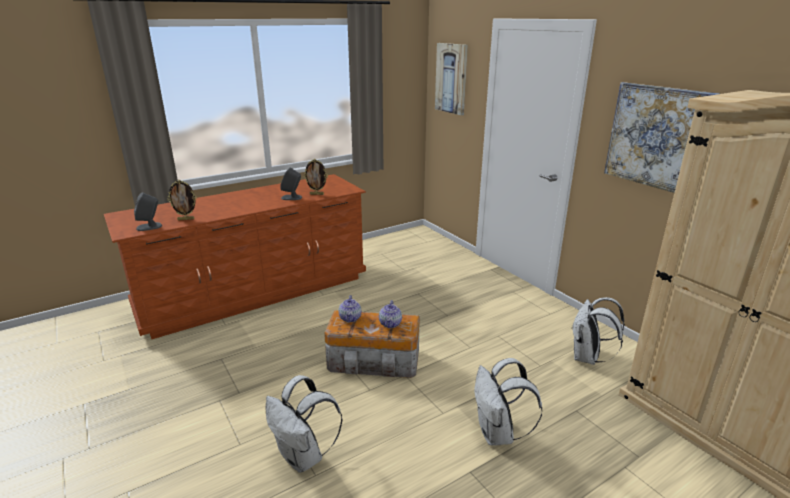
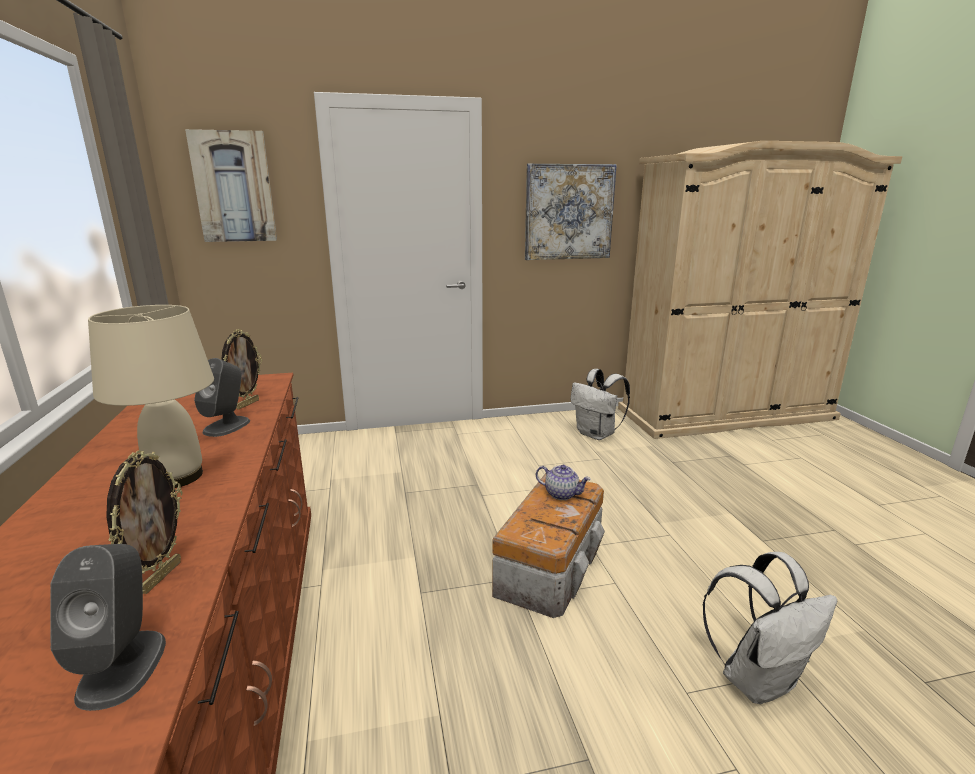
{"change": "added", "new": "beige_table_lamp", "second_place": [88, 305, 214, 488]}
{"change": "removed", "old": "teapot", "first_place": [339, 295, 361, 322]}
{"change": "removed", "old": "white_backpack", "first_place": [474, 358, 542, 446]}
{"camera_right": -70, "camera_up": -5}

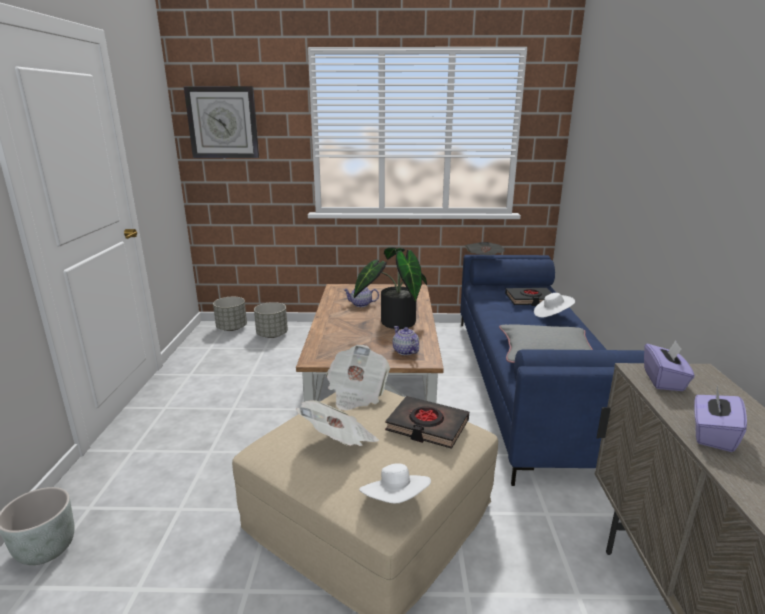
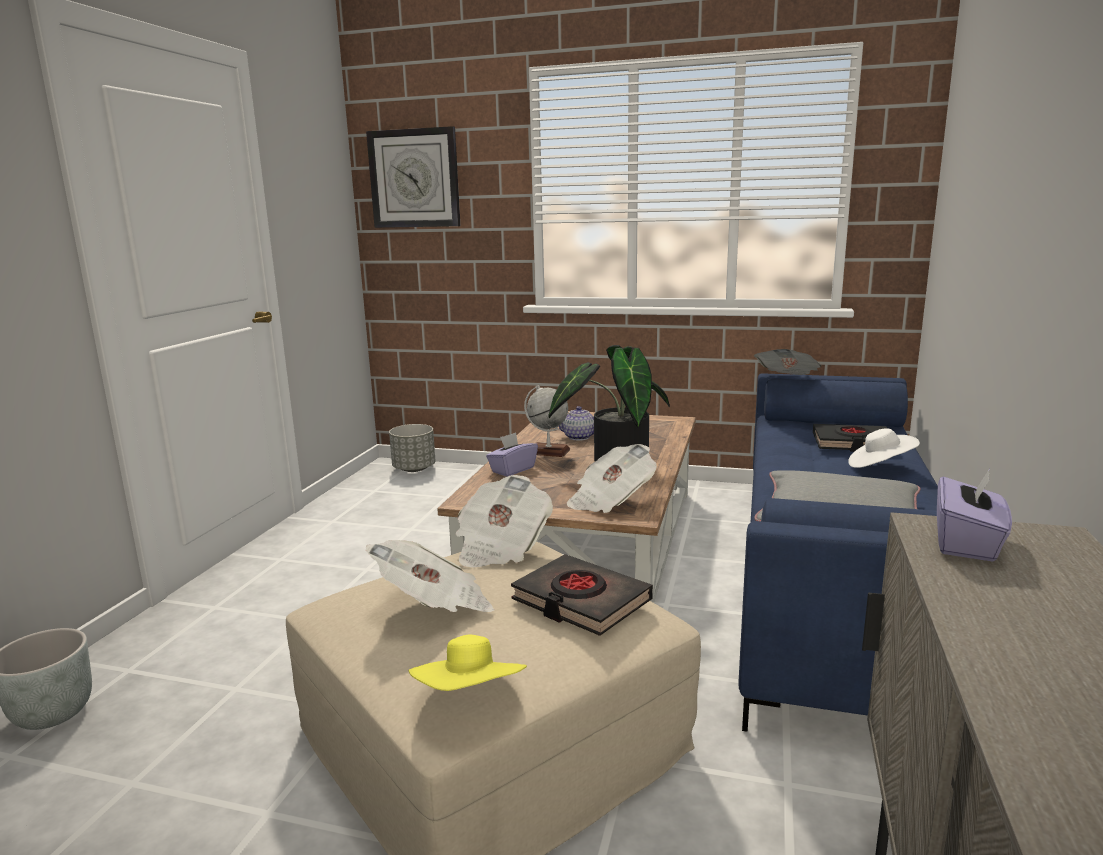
{"change": "recoloured", "old": "white_hat", "new": "yellow_hat", "first_place": [359, 463, 431, 503], "second_place": [409, 635, 527, 691]}
{"change": "moved", "old": "purple_tissue_box", "first_place": [694, 386, 747, 452], "second_place": [486, 432, 538, 477]}
{"change": "added", "new": "globe", "second_place": [524, 385, 570, 457]}
{"change": "replaced", "old": "teapot", "new": "newspaper", "first_place": [393, 326, 419, 355], "second_place": [567, 444, 657, 513]}
{"change": "removed", "old": "grey_planter", "first_place": [254, 302, 288, 338]}
{"camera_right": 15, "camera_up": -5}

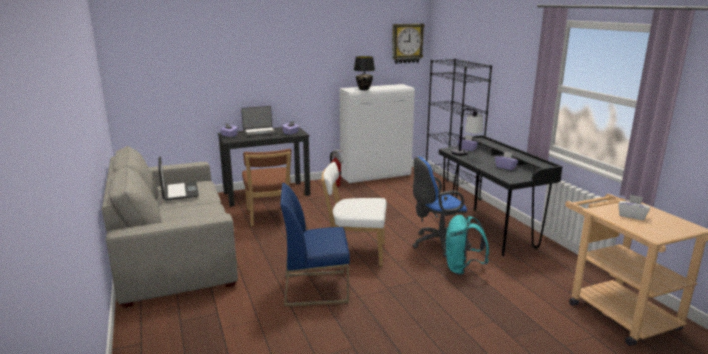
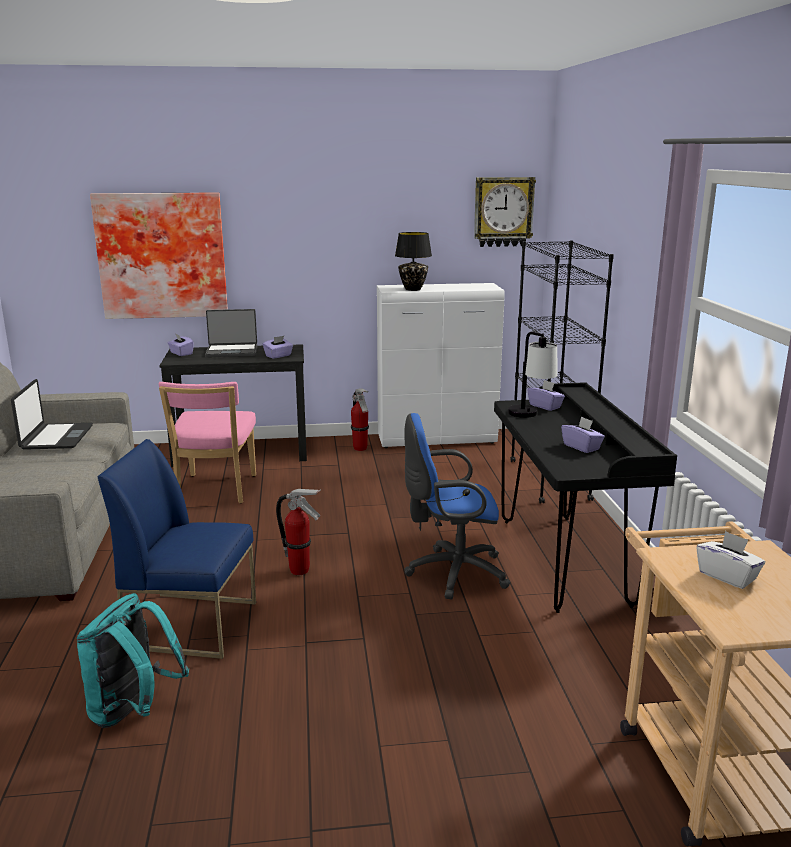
{"change": "moved", "old": "turquoise_backpack", "first_place": [445, 215, 489, 275], "second_place": [77, 593, 189, 728]}
{"change": "added", "new": "picture", "second_place": [90, 192, 228, 319]}
{"change": "recoloured", "old": "brown_chair", "new": "pink_chair", "first_place": [242, 149, 291, 226], "second_place": [159, 382, 256, 504]}
{"change": "replaced", "old": "white_chair", "new": "fire_extinguisher", "first_place": [321, 162, 387, 266], "second_place": [276, 489, 321, 575]}
{"camera_right": 15, "camera_up": 0}

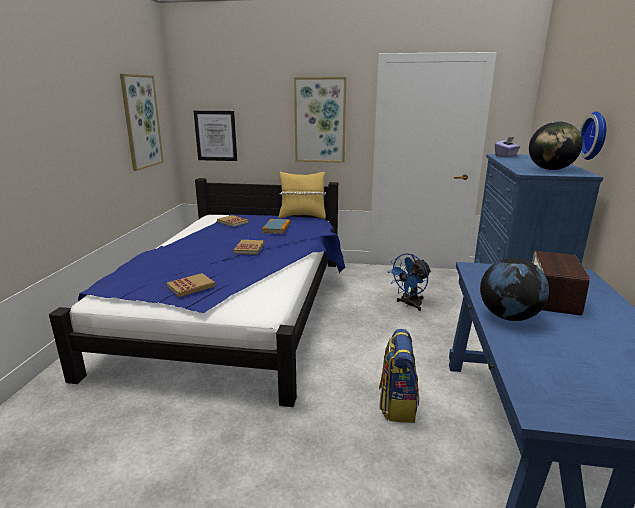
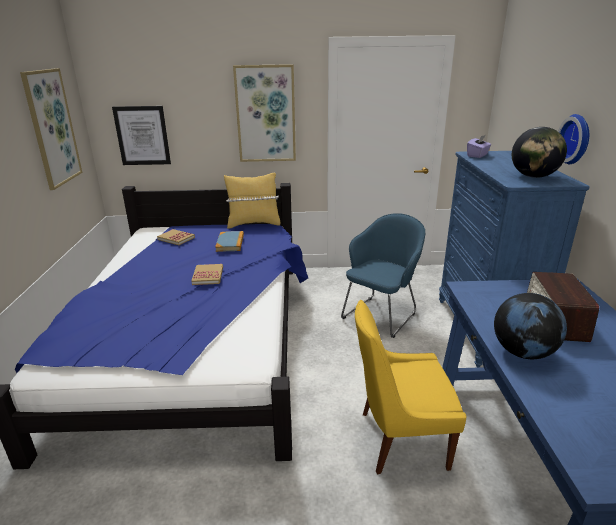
{"change": "replaced", "old": "blue_fan", "new": "blue_armchair", "first_place": [388, 253, 431, 311], "second_place": [341, 213, 425, 338]}
{"change": "replaced", "old": "backpack", "new": "yellow_chair", "first_place": [379, 329, 419, 423], "second_place": [355, 300, 466, 474]}
{"change": "removed", "old": "book", "first_place": [167, 273, 215, 297]}
{"camera_right": -10, "camera_up": 5}

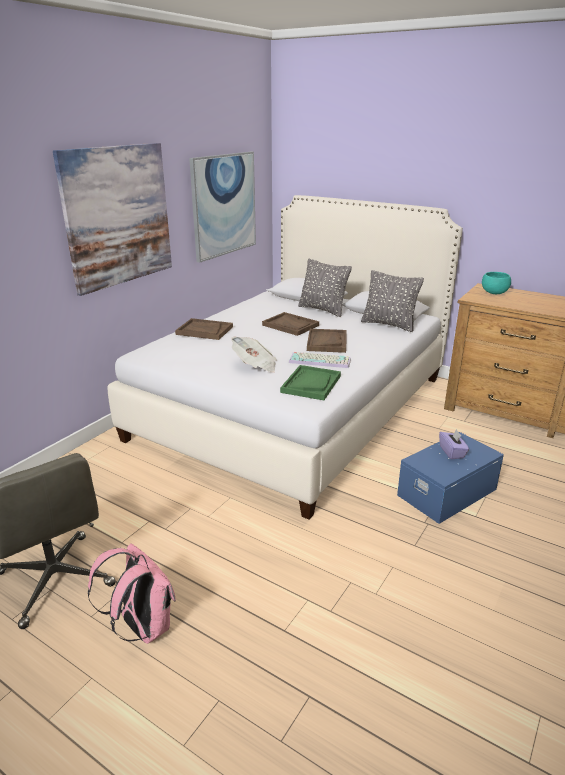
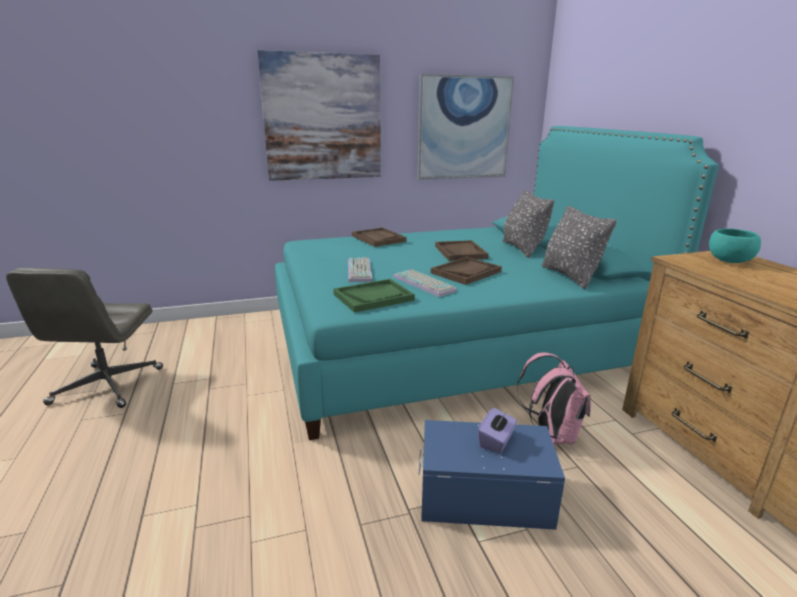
{"change": "recoloured", "old": "white_bed", "new": "turquoise_bed", "first_place": [108, 195, 463, 519], "second_place": [275, 126, 719, 440]}
{"change": "replaced", "old": "newspaper", "new": "keyboard", "first_place": [231, 336, 277, 372], "second_place": [348, 257, 373, 282]}
{"change": "moved", "old": "pink_backpack", "first_place": [88, 543, 176, 644], "second_place": [517, 352, 591, 445]}
{"camera_right": 40, "camera_up": -5}

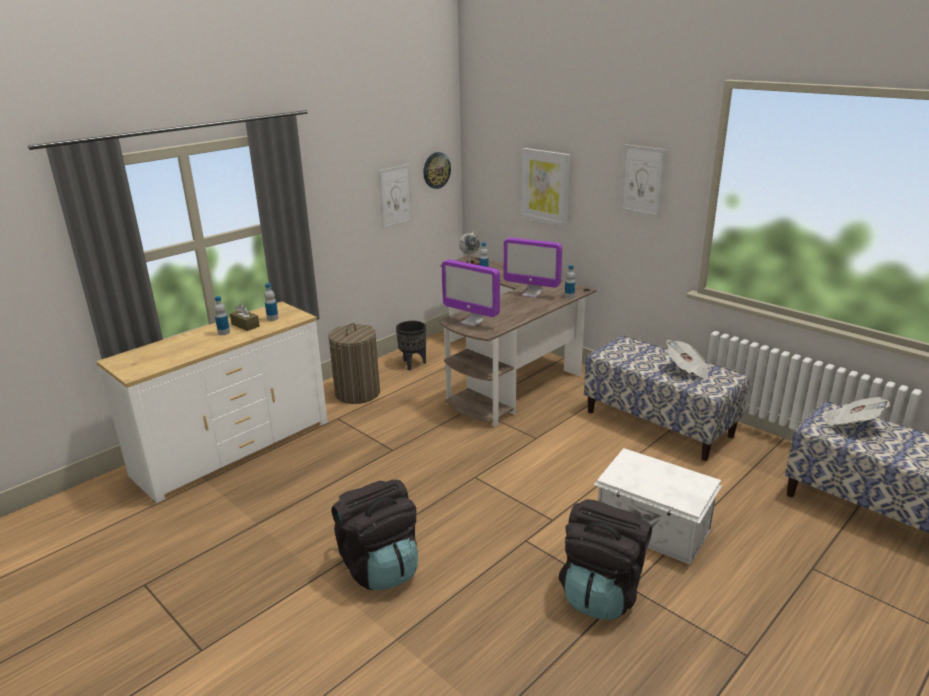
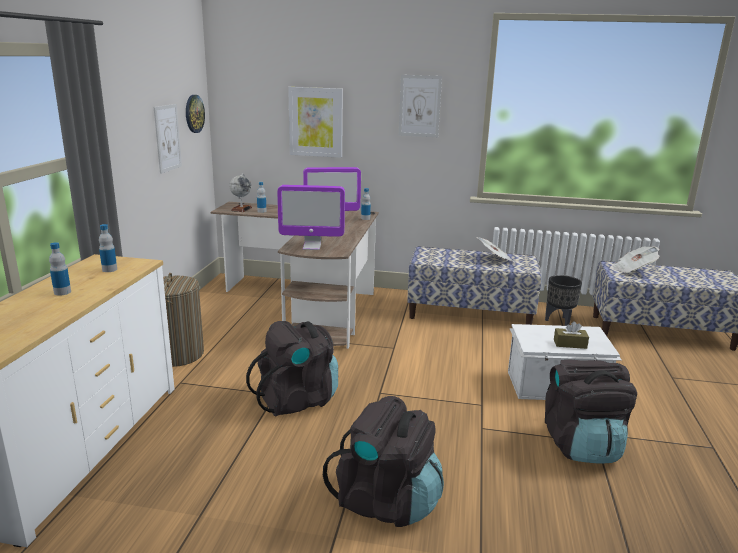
{"change": "added", "new": "black_backpack", "second_place": [246, 321, 338, 416]}
{"change": "moved", "old": "black_planter", "first_place": [396, 321, 426, 370], "second_place": [545, 275, 582, 326]}
{"change": "moved", "old": "brown_tissue_box", "first_place": [230, 304, 260, 331], "second_place": [554, 321, 589, 349]}
{"camera_right": -35, "camera_up": -5}

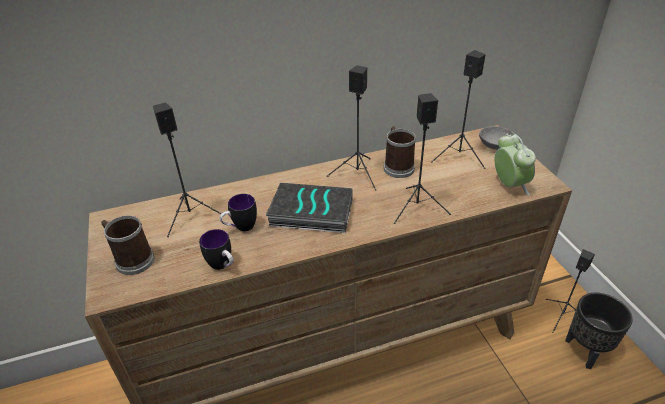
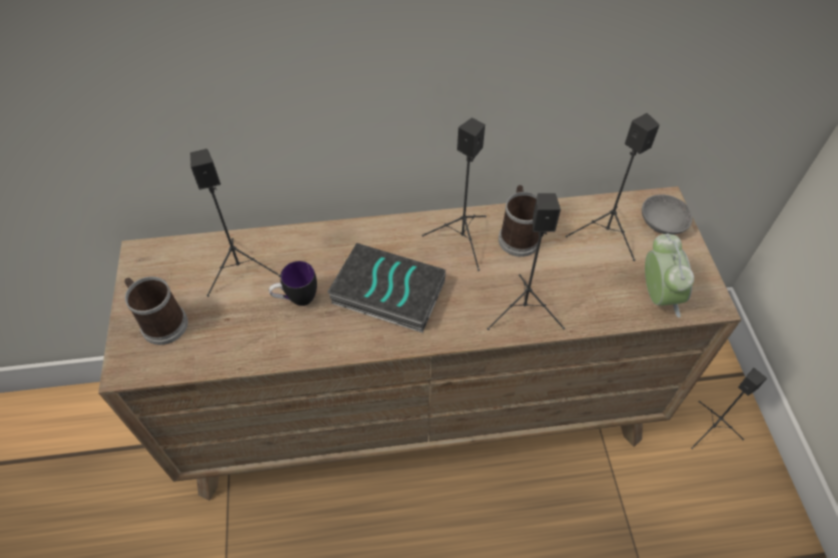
{"change": "removed", "old": "mug", "first_place": [199, 229, 234, 270]}
{"change": "removed", "old": "black_planter", "first_place": [565, 293, 633, 369]}
{"camera_right": 10, "camera_up": 15}

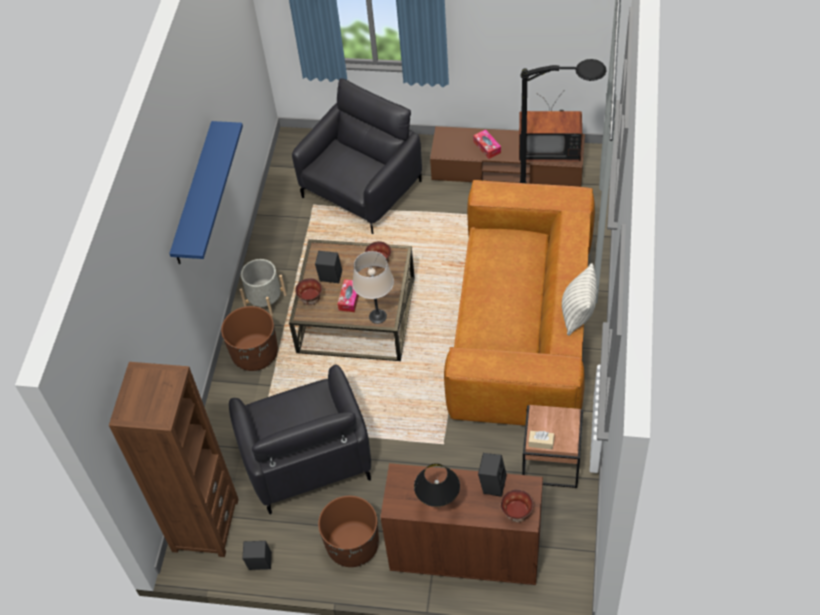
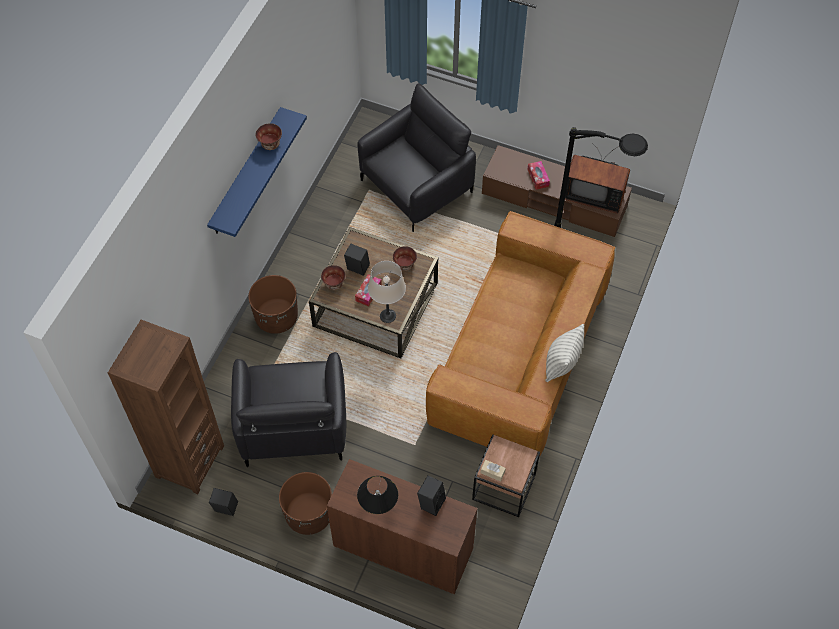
{"change": "moved", "old": "bowl", "first_place": [501, 489, 534, 522], "second_place": [255, 123, 282, 150]}
{"change": "removed", "old": "grey_planter", "first_place": [240, 259, 287, 318]}
{"camera_right": 10, "camera_up": 5}

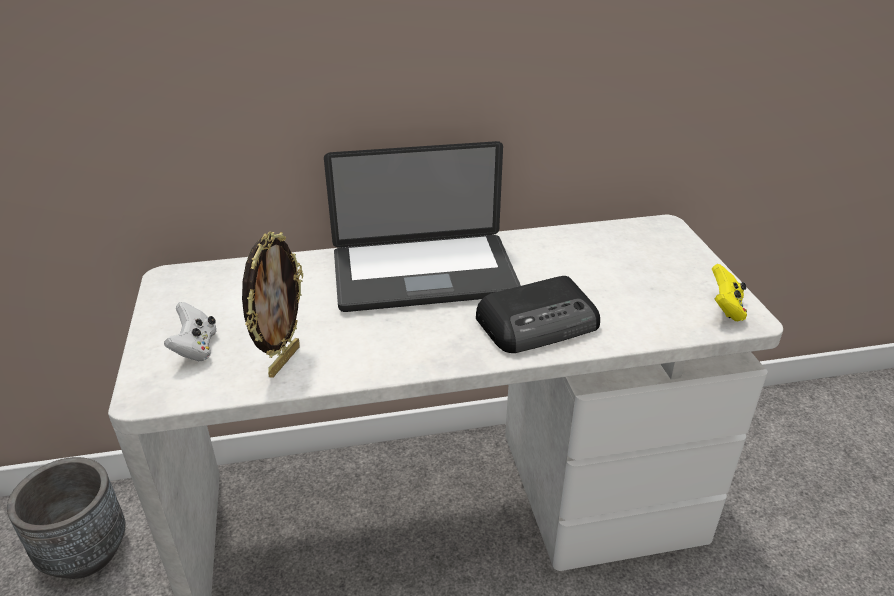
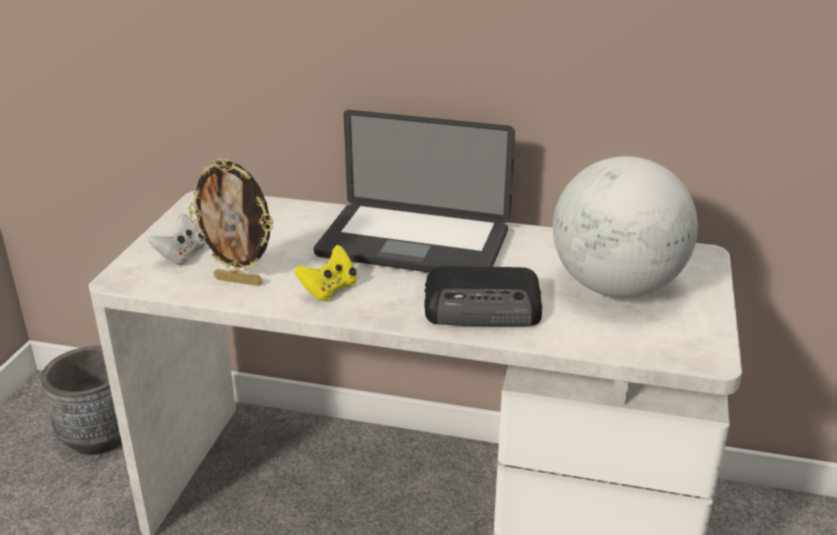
{"change": "turned", "old": "picture_frame", "first_place": [242, 232, 303, 378], "second_place": [188, 158, 274, 286], "degrees": 60}
{"change": "moved", "old": "yellow_game_controller", "first_place": [712, 264, 747, 321], "second_place": [295, 245, 356, 301]}
{"change": "added", "new": "globe", "second_place": [553, 156, 698, 298]}
{"camera_right": 25, "camera_up": -5}

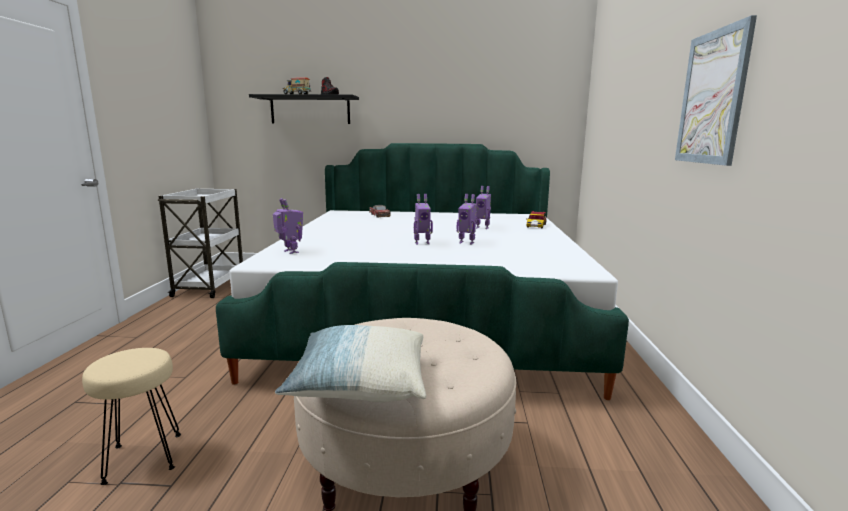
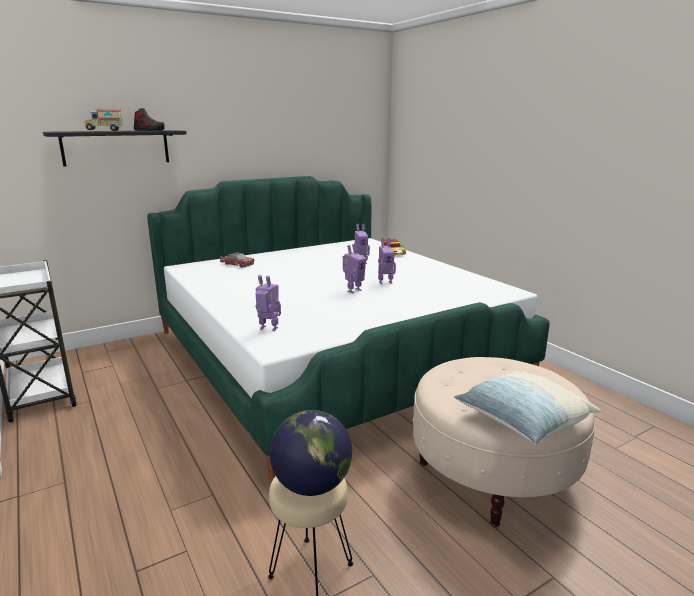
{"change": "added", "new": "globe", "second_place": [270, 410, 352, 496]}
{"change": "removed", "old": "picture", "first_place": [675, 15, 757, 166]}
{"camera_right": -35, "camera_up": 5}

